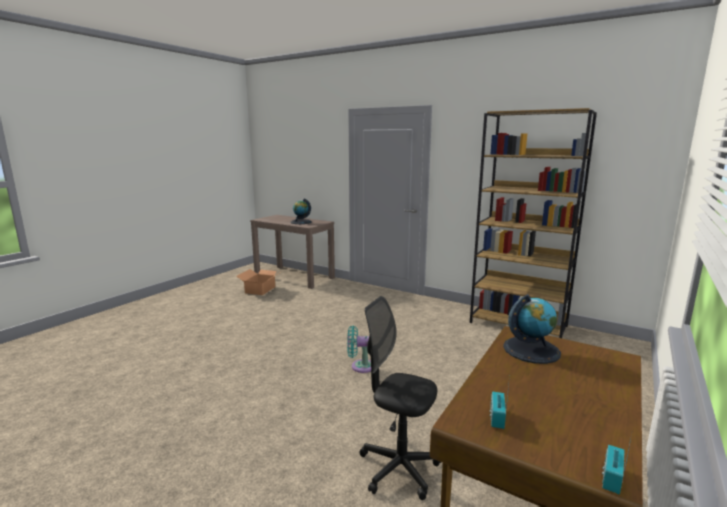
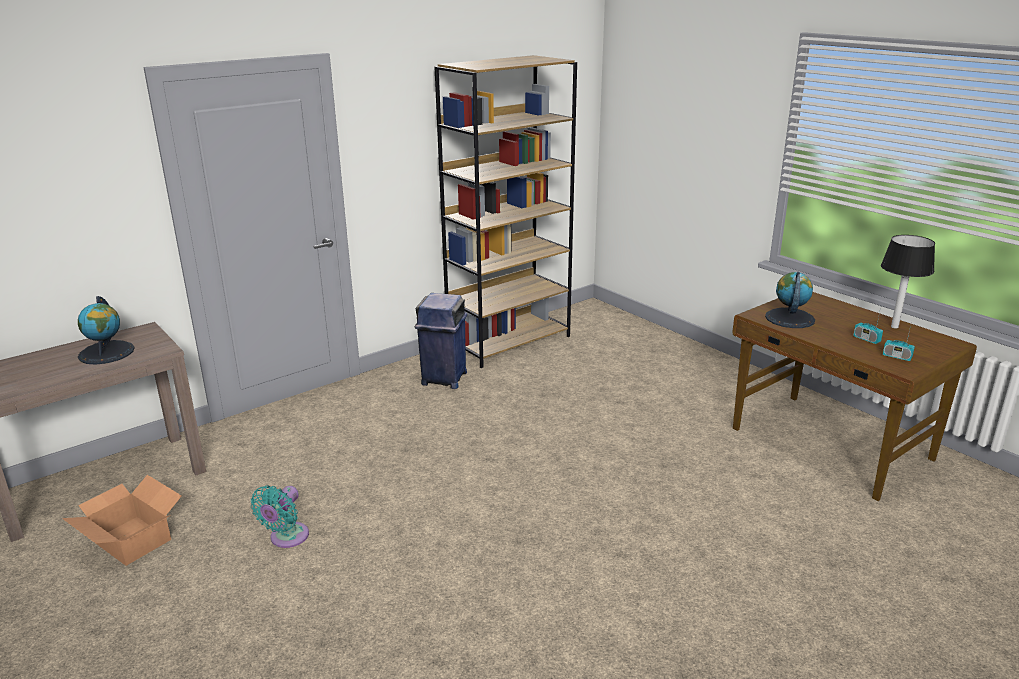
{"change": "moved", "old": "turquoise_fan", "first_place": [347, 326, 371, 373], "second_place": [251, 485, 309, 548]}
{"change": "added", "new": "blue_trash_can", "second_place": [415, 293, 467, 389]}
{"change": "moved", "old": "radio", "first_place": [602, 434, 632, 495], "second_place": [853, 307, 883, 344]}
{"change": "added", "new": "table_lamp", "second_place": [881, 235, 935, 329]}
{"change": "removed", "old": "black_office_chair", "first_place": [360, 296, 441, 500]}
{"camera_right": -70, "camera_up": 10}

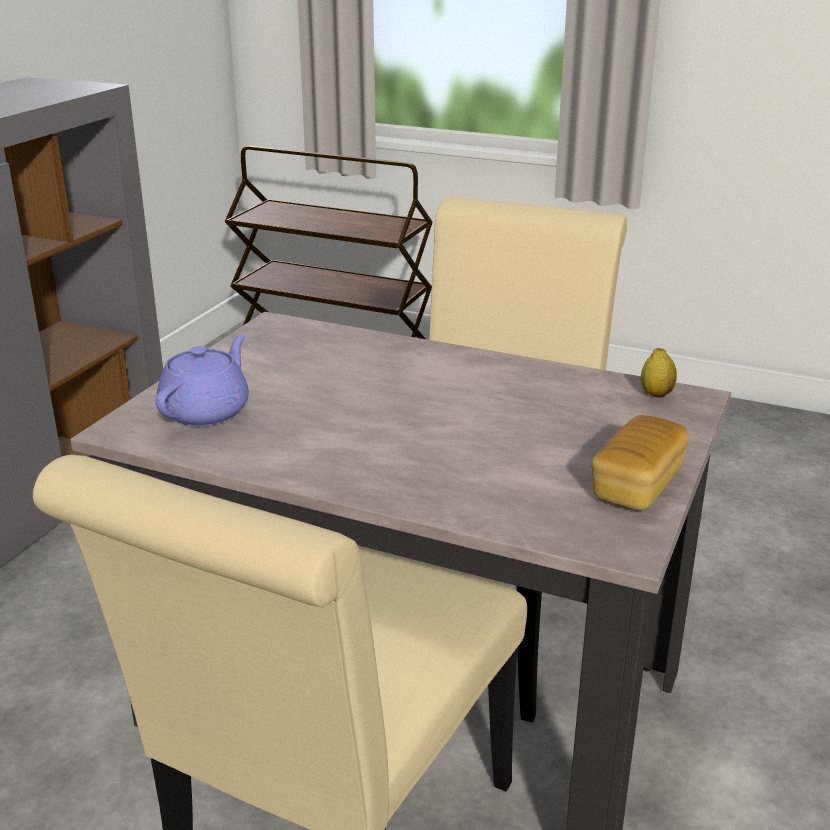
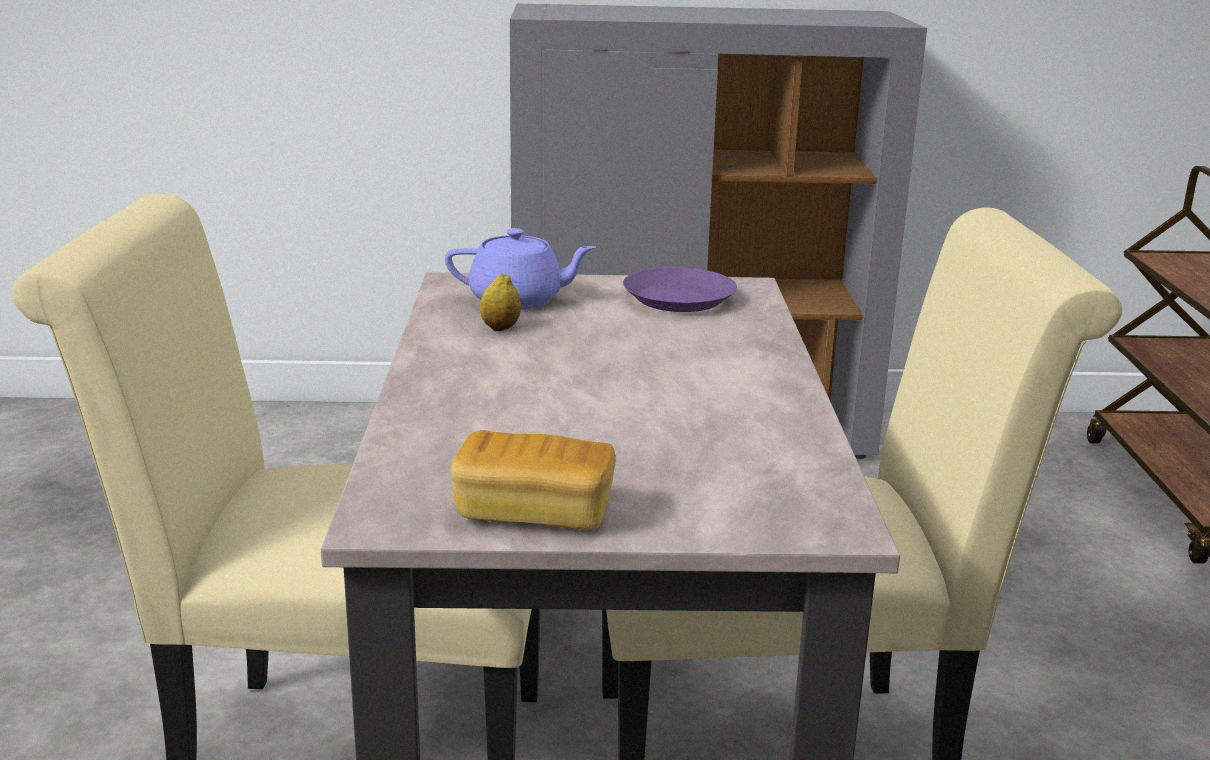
{"change": "moved", "old": "lemon", "first_place": [640, 348, 677, 398], "second_place": [480, 273, 521, 331]}
{"change": "added", "new": "purple_plate", "second_place": [623, 267, 737, 312]}
{"camera_right": 65, "camera_up": -5}

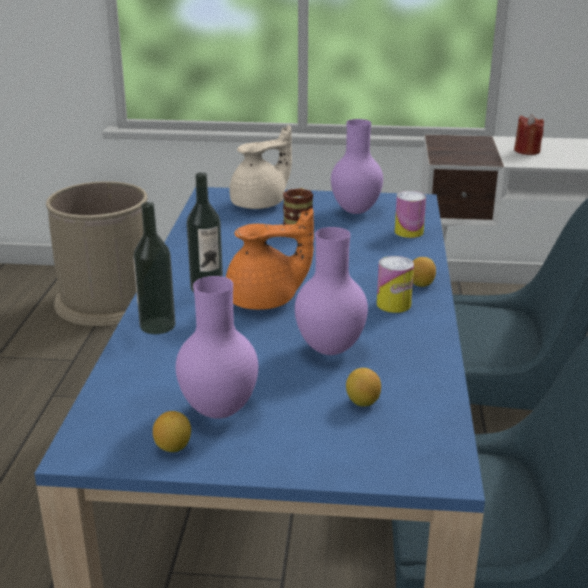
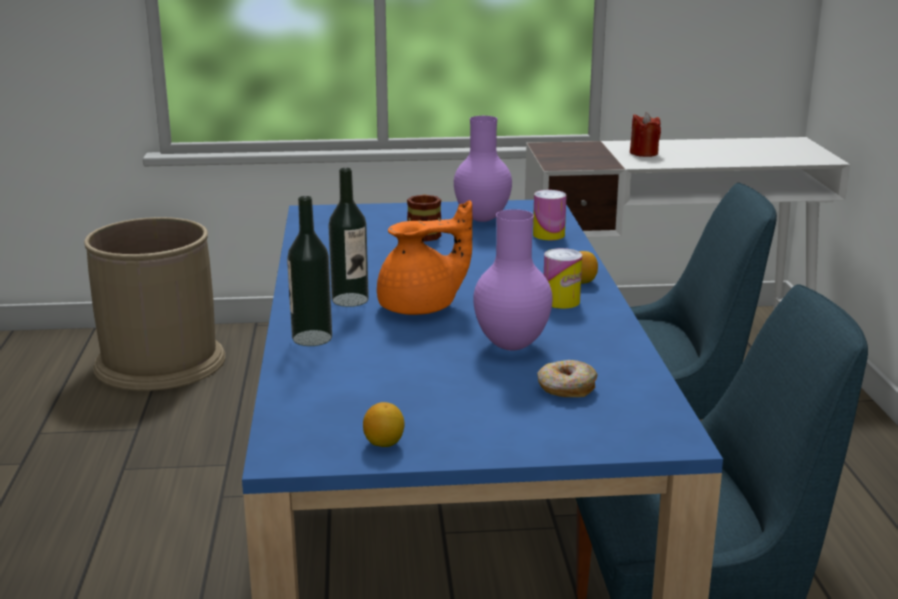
{"change": "replaced", "old": "lemon", "new": "donut", "first_place": [346, 368, 381, 406], "second_place": [537, 360, 598, 397]}
{"change": "removed", "old": "purple_vase", "first_place": [176, 276, 258, 419]}
{"change": "removed", "old": "beige_teapot", "first_place": [229, 125, 292, 209]}
{"camera_right": -10, "camera_up": -5}

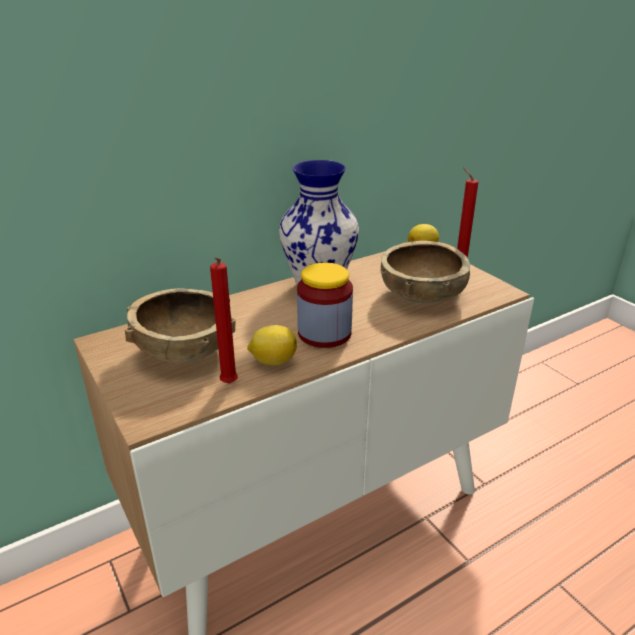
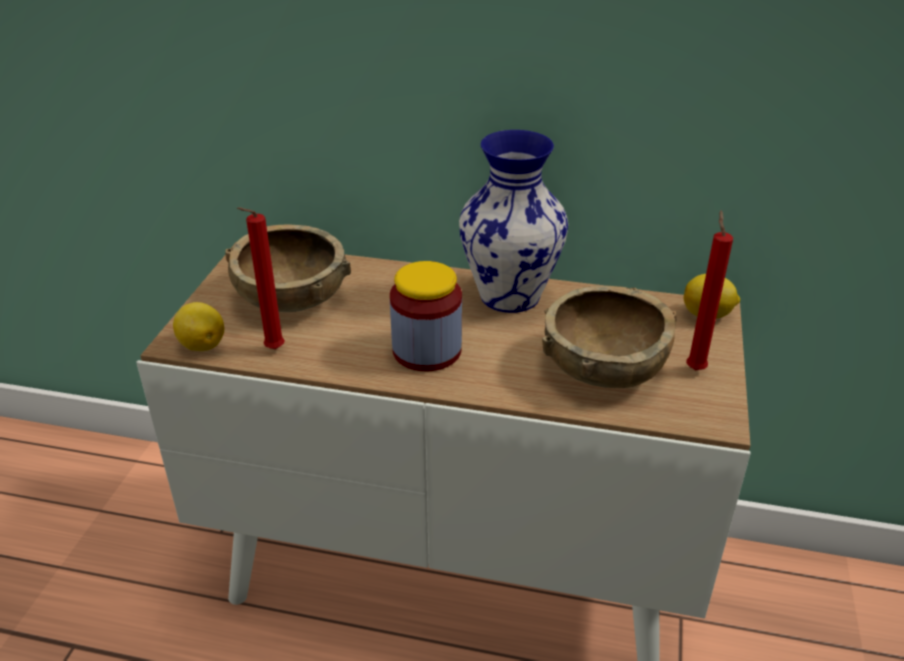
{"change": "moved", "old": "lemon", "first_place": [247, 325, 297, 366], "second_place": [173, 302, 224, 351]}
{"camera_right": 45, "camera_up": 5}

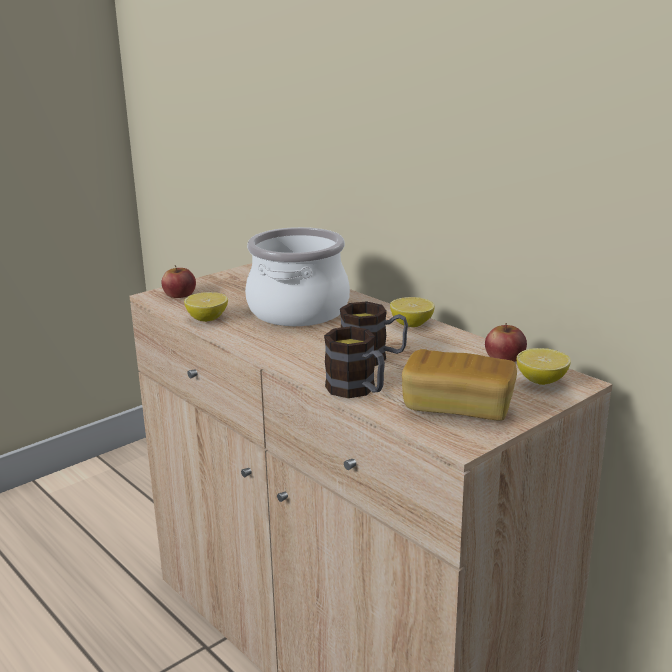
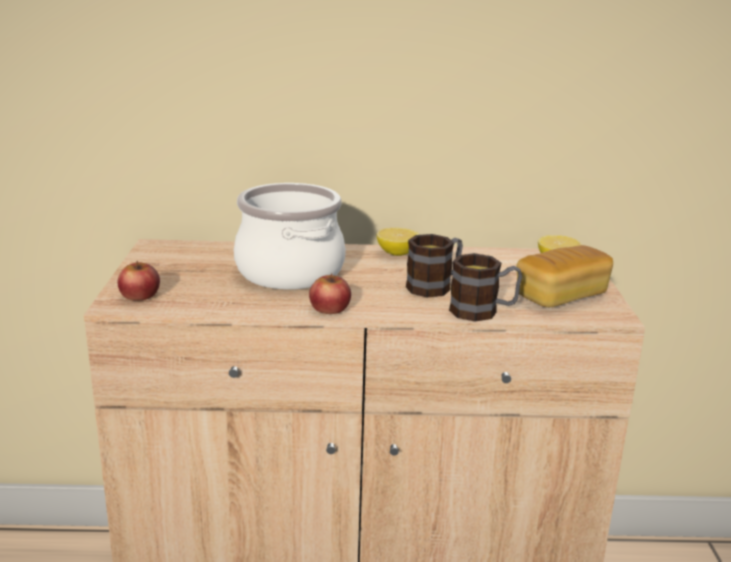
{"change": "moved", "old": "apple", "first_place": [485, 323, 527, 362], "second_place": [309, 274, 351, 314]}
{"change": "removed", "old": "lemon", "first_place": [184, 292, 228, 322]}
{"camera_right": -50, "camera_up": 0}

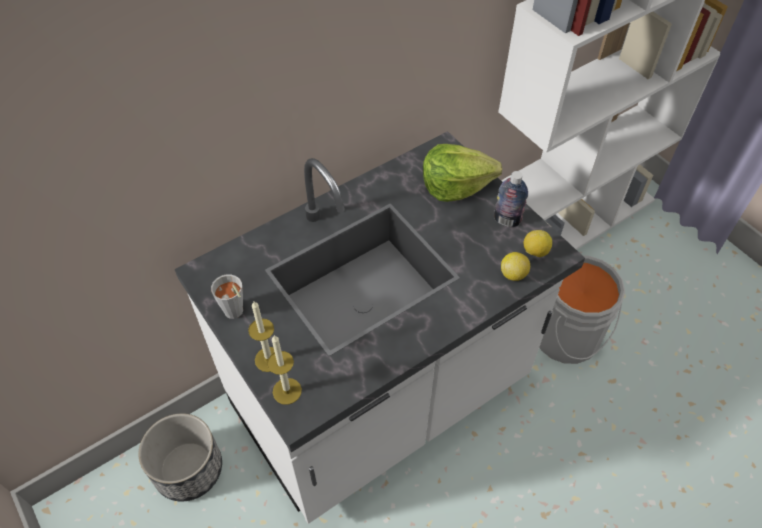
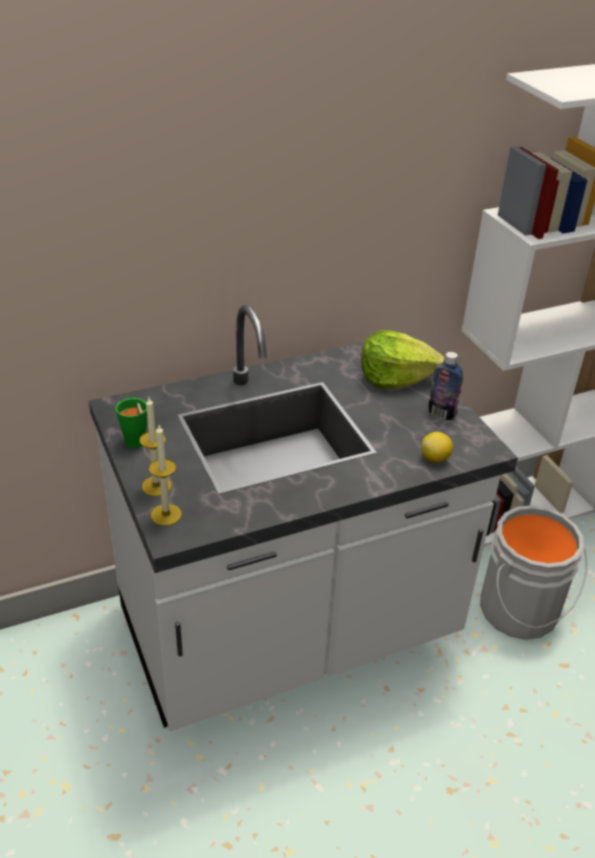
{"change": "recoloured", "old": "grey_cup", "new": "green_cup", "first_place": [211, 274, 243, 319], "second_place": [116, 398, 147, 448]}
{"change": "removed", "old": "planter", "first_place": [138, 413, 222, 502]}
{"change": "removed", "old": "lemon", "first_place": [524, 230, 552, 257]}
{"camera_right": 10, "camera_up": -15}

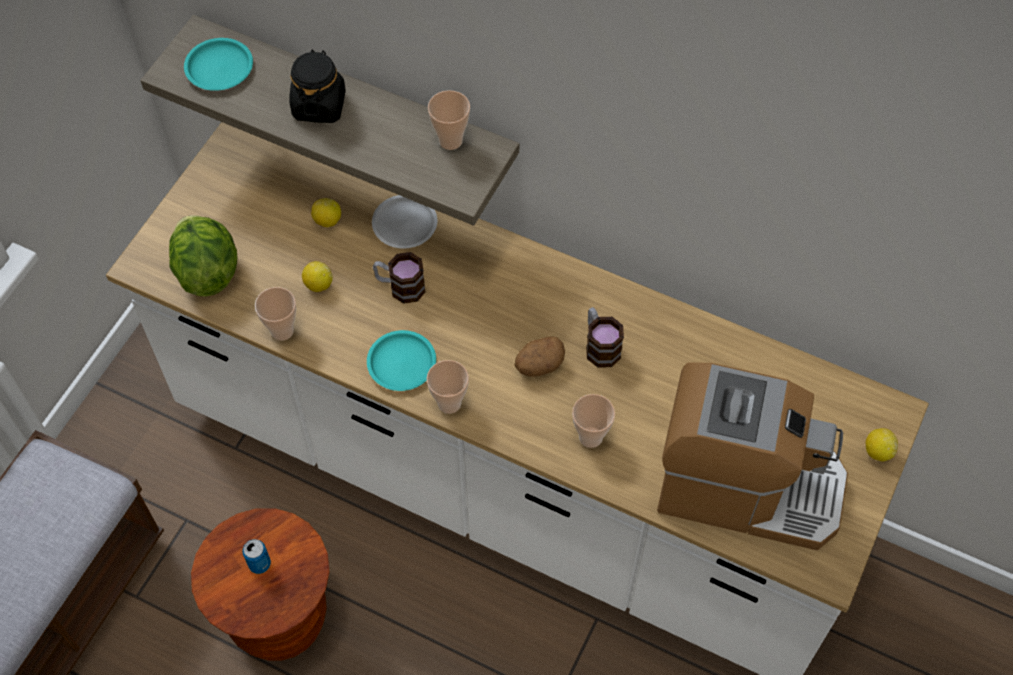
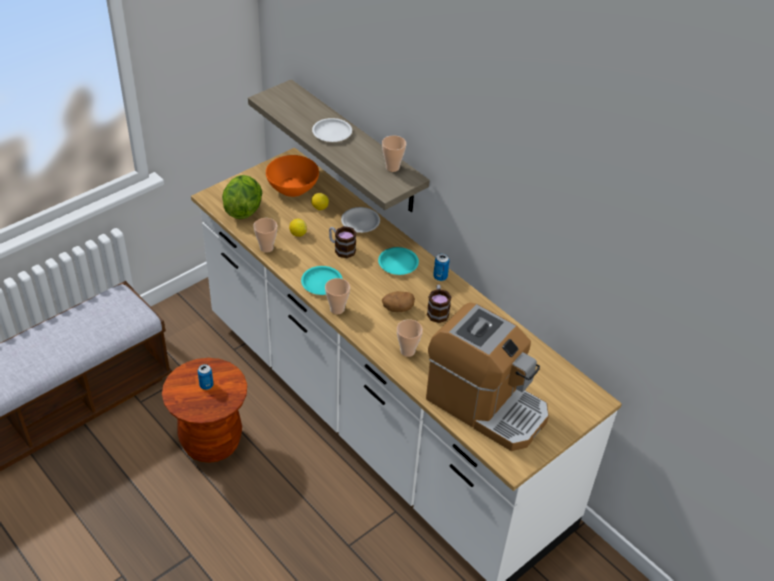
{"change": "added", "new": "orange_bowl", "second_place": [266, 155, 319, 197]}
{"change": "replaced", "old": "black_jar", "new": "white_plate", "first_place": [289, 49, 346, 123], "second_place": [312, 118, 352, 142]}
{"change": "moved", "old": "turquoise_plate", "first_place": [184, 38, 253, 91], "second_place": [378, 247, 419, 275]}
{"change": "added", "new": "can", "second_place": [433, 254, 450, 281]}
{"change": "removed", "old": "lemon", "first_place": [865, 428, 898, 461]}
{"camera_right": 20, "camera_up": -15}

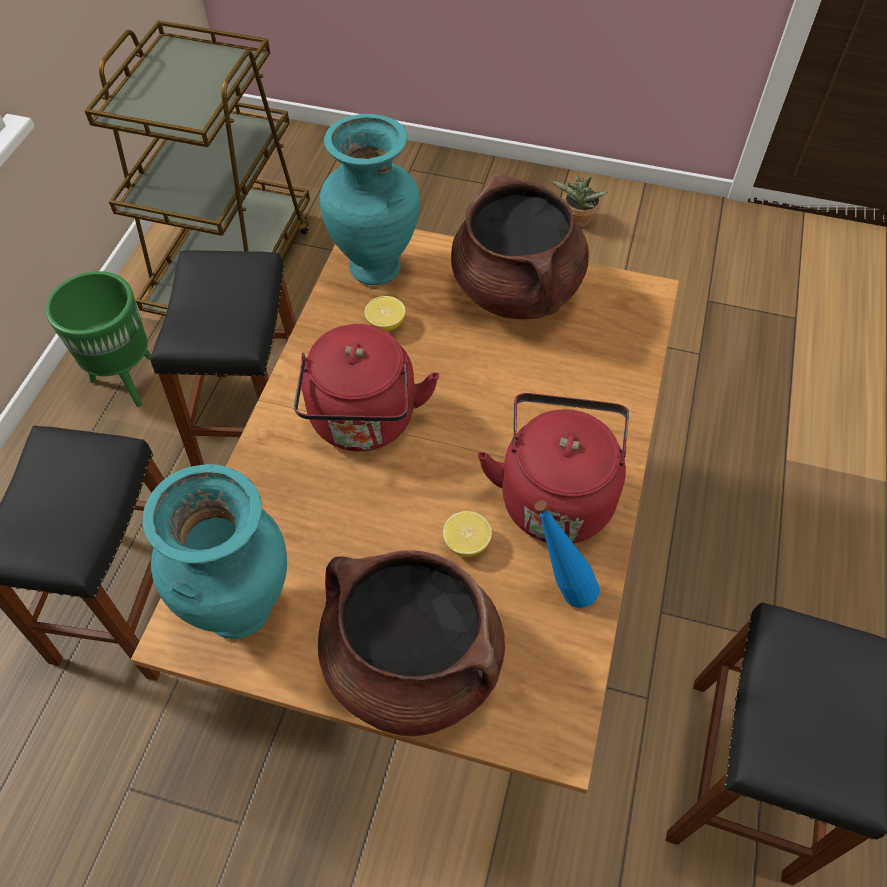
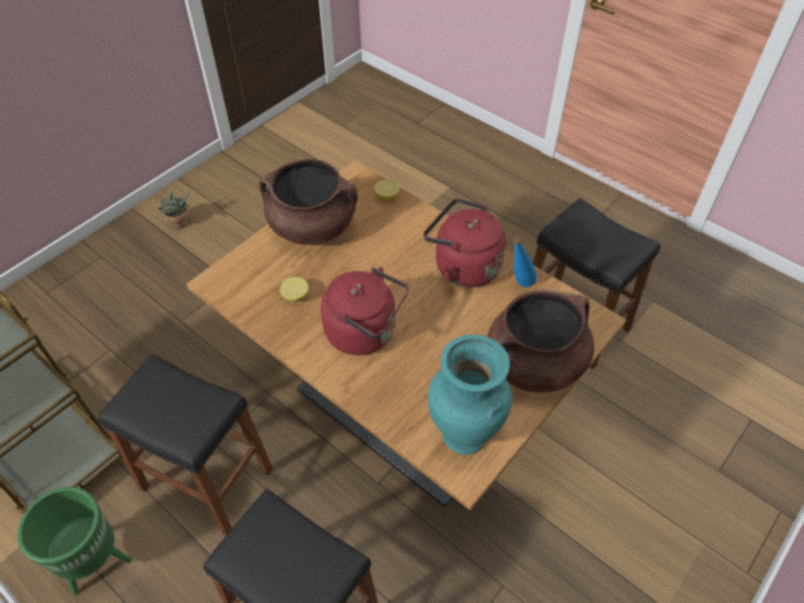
{"change": "moved", "old": "lemon", "first_place": [443, 511, 492, 557], "second_place": [374, 179, 399, 200]}
{"change": "removed", "old": "turquoise_vase", "first_place": [320, 114, 420, 285]}
{"camera_right": -65, "camera_up": -5}

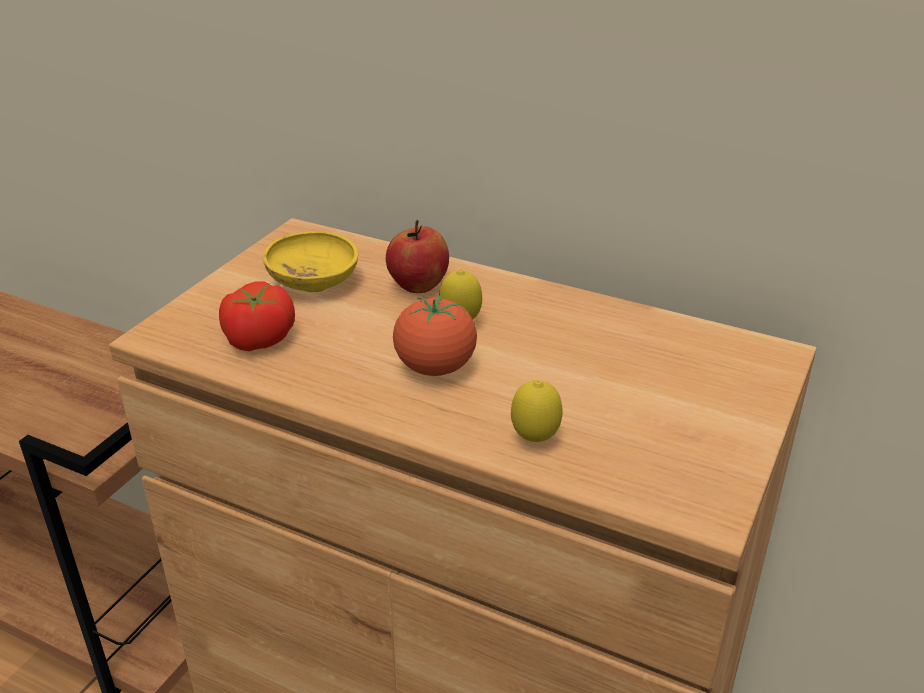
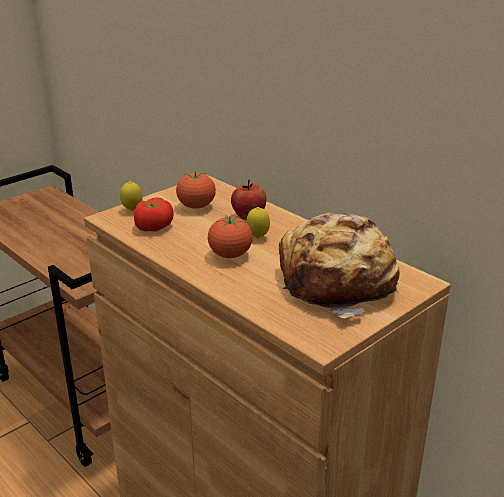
{"change": "moved", "old": "lemon", "first_place": [511, 380, 563, 442], "second_place": [120, 181, 142, 211]}
{"change": "replaced", "old": "yellow_bowl", "new": "tomato", "first_place": [263, 231, 358, 292], "second_place": [176, 171, 216, 209]}
{"change": "added", "new": "bread", "second_place": [279, 213, 402, 318]}
{"camera_right": 20, "camera_up": -5}

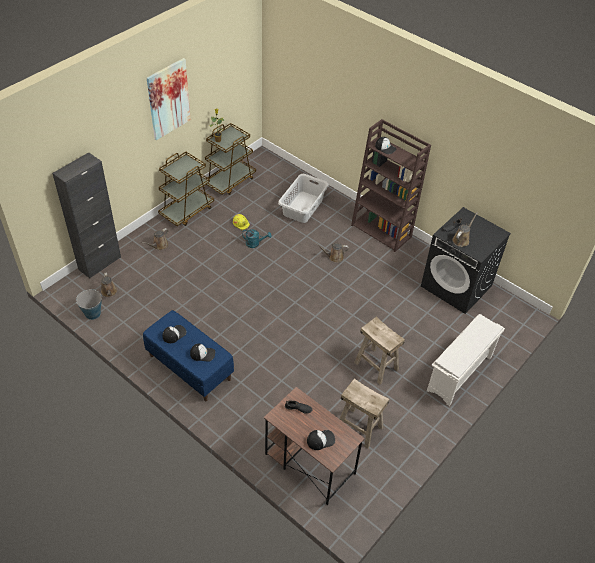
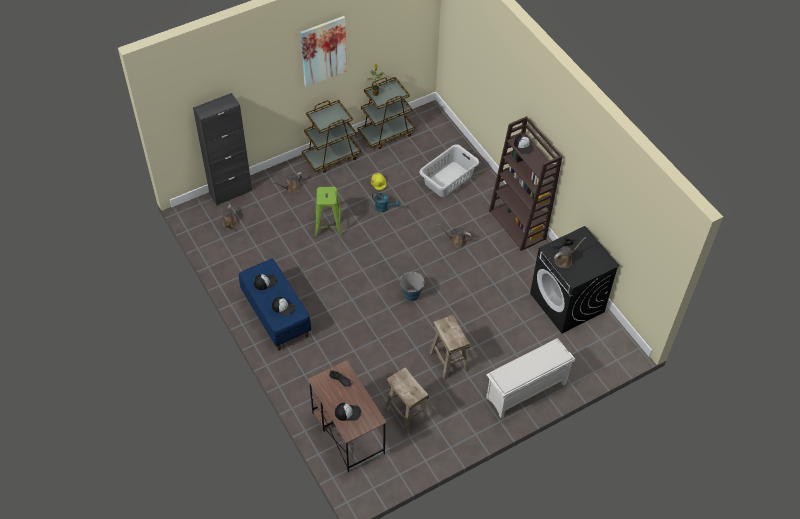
{"change": "added", "new": "green_stool", "second_place": [315, 187, 342, 237]}
{"change": "moved", "old": "bucket", "first_place": [76, 289, 102, 320], "second_place": [400, 272, 425, 301]}
{"camera_right": 20, "camera_up": 5}

